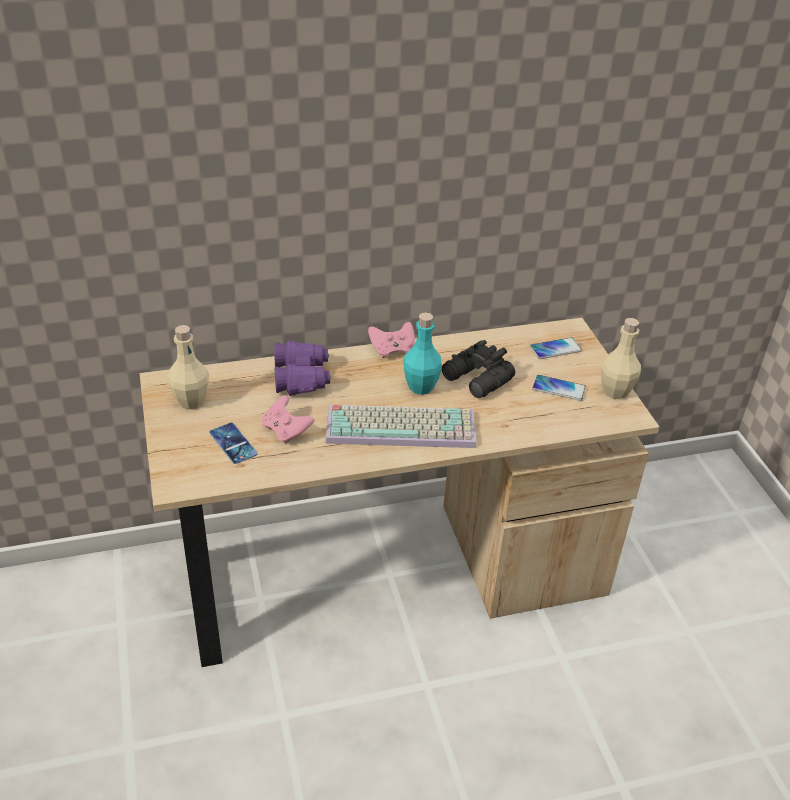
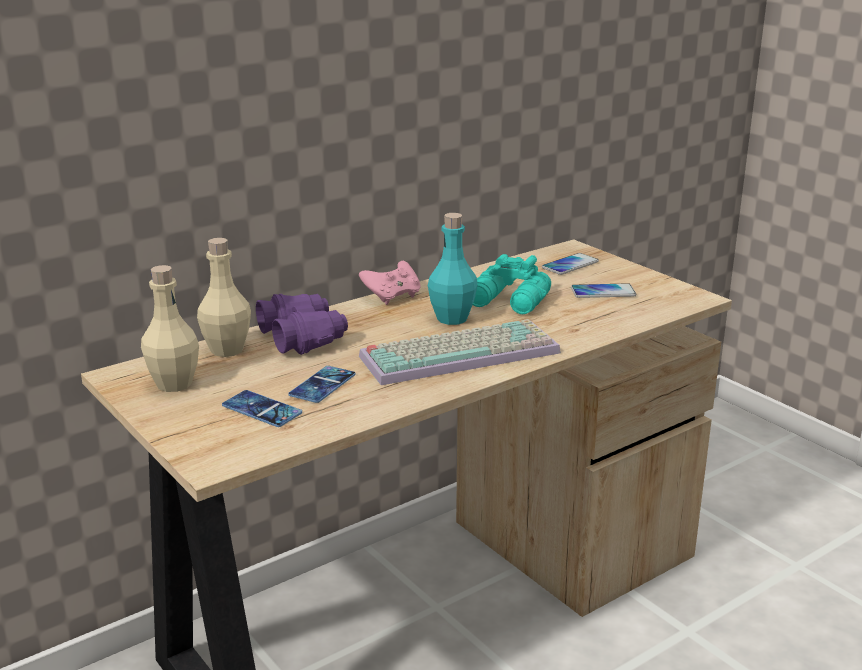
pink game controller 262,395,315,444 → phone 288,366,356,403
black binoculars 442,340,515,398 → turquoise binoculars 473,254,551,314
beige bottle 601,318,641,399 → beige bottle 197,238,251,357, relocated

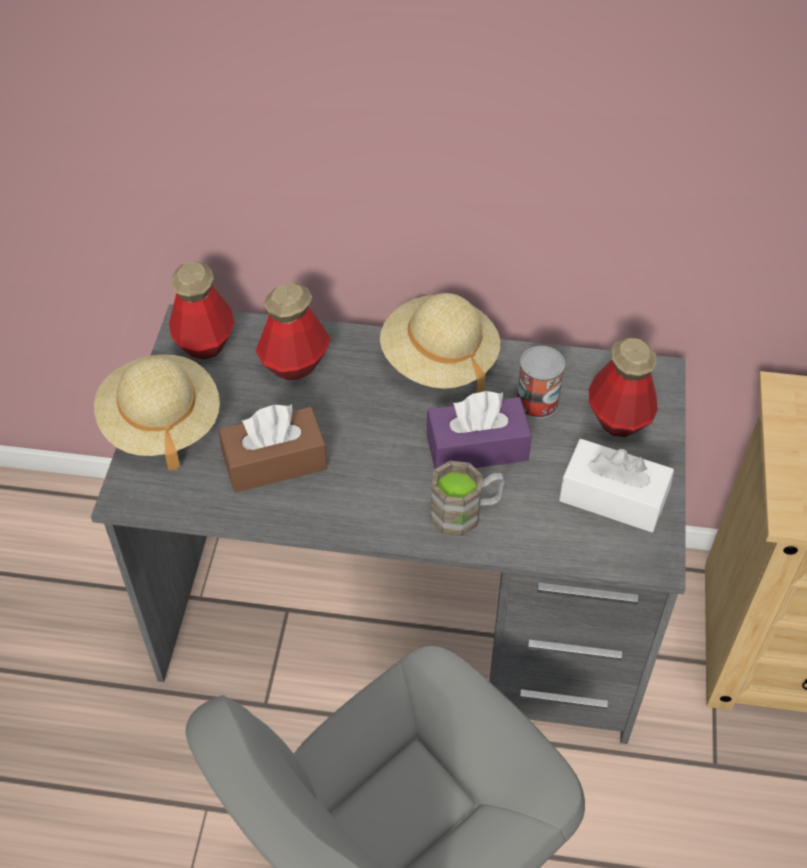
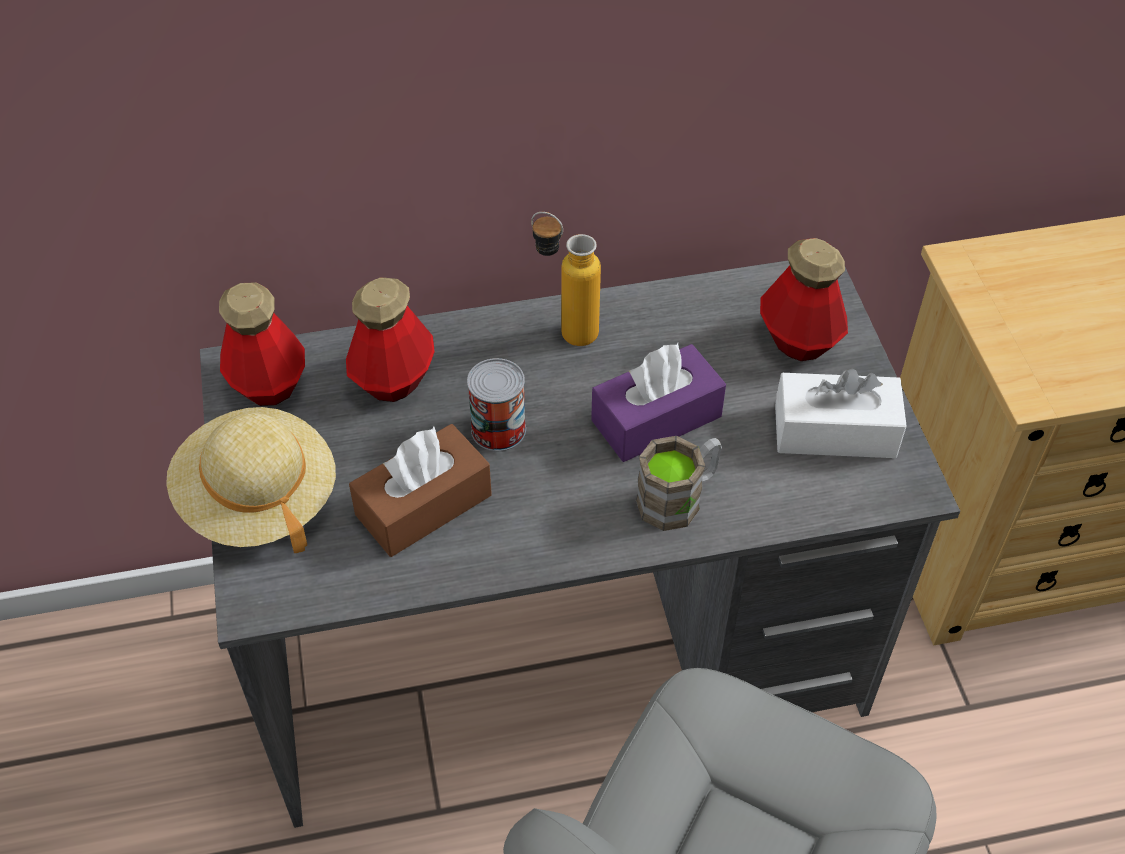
beige hat 380,293,500,393 → bottle 531,212,601,346
can 517,346,565,419 → can 467,358,526,451, relocated

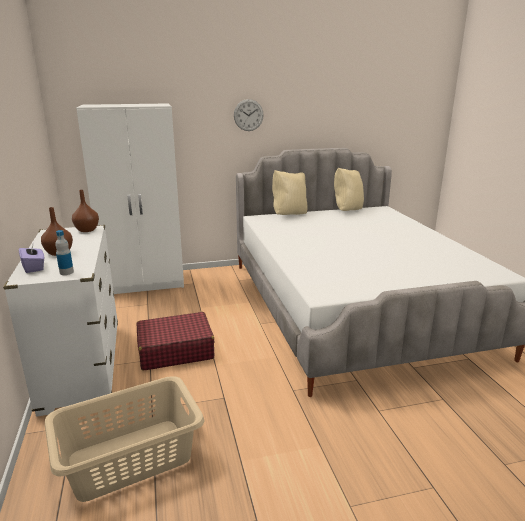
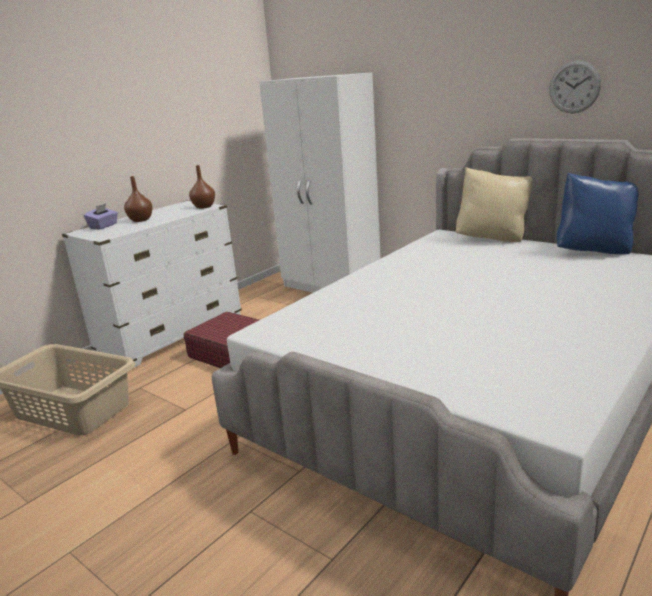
bottle 55,230,74,275 → -
wall clock 234,99,264,131 → wall clock 549,60,601,113, relocated
beige pillow 334,167,364,211 → blue pillow 557,173,639,254

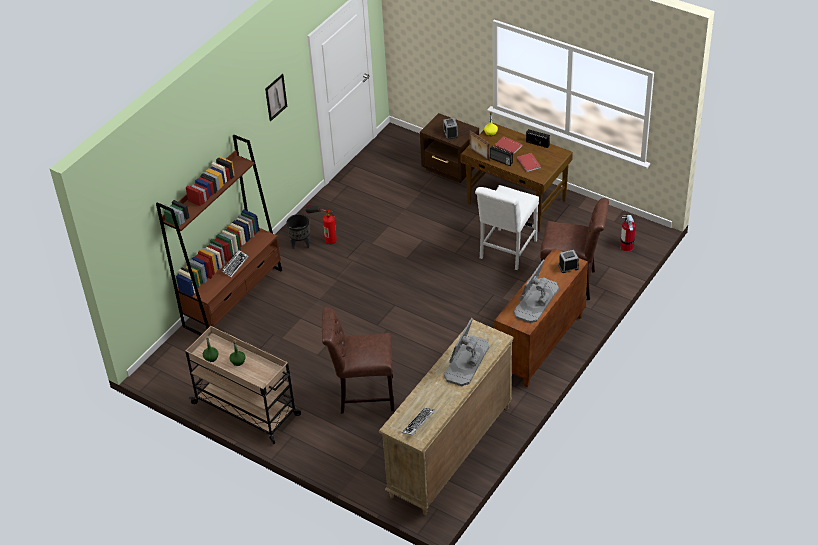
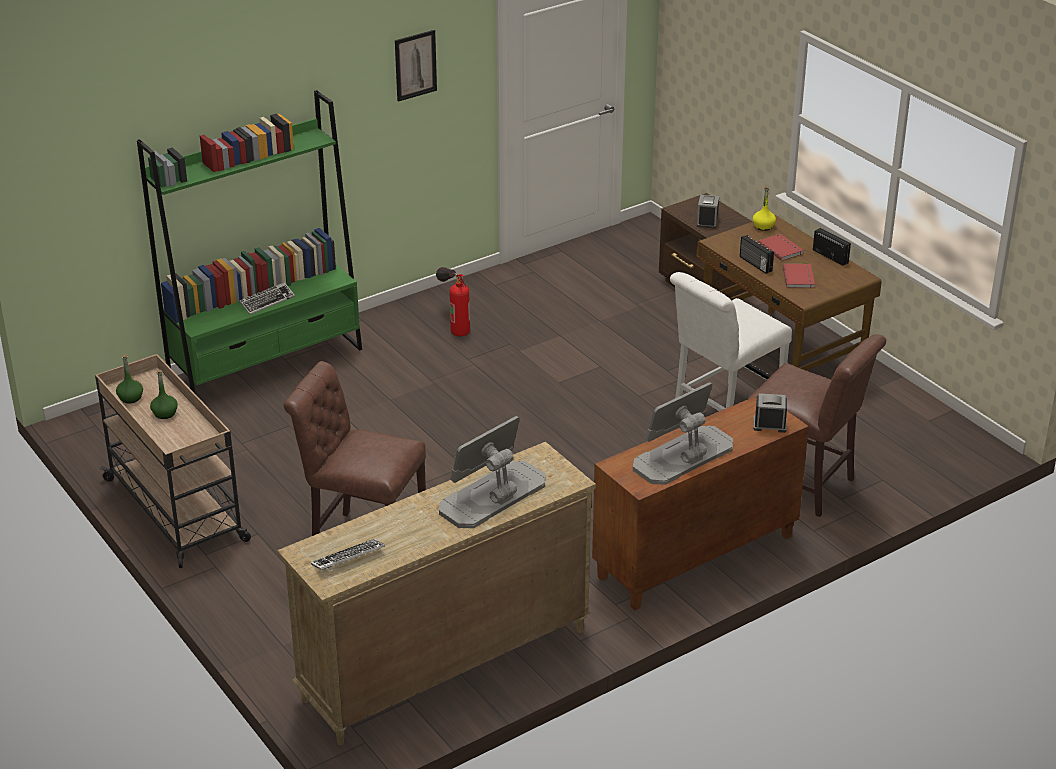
brown bookcase 156,135,282,336 → green bookcase 137,90,362,394
black planter 286,214,310,249 → -
picture frame 469,130,490,161 → -
fire extinguisher 620,215,636,252 → -

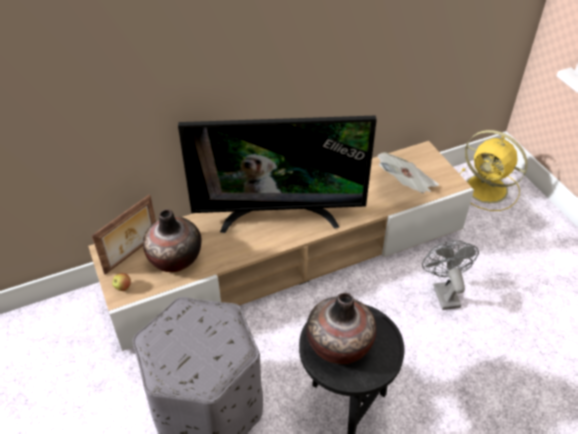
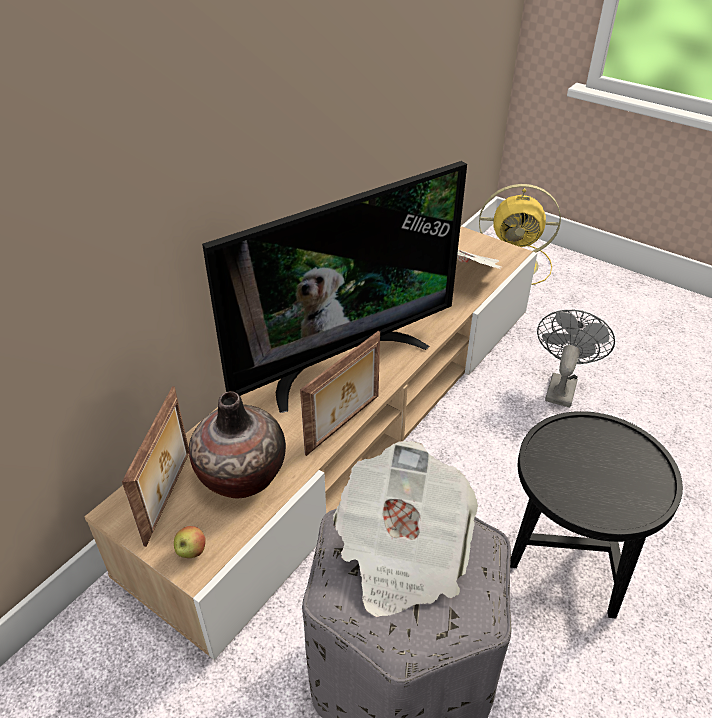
vase 306,293,376,364 → -
grey fan 422,240,479,310 → grey fan 537,309,615,407, 60 degrees clockwise
- → picture frame 300,331,380,456
- → newspaper 333,441,478,617

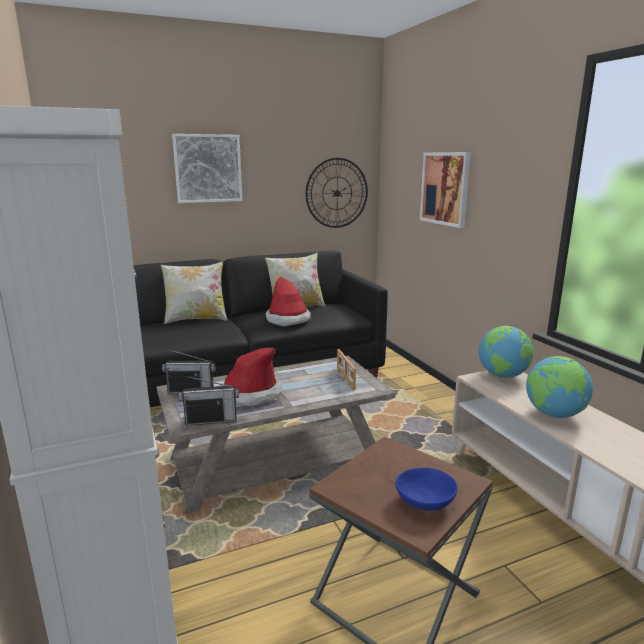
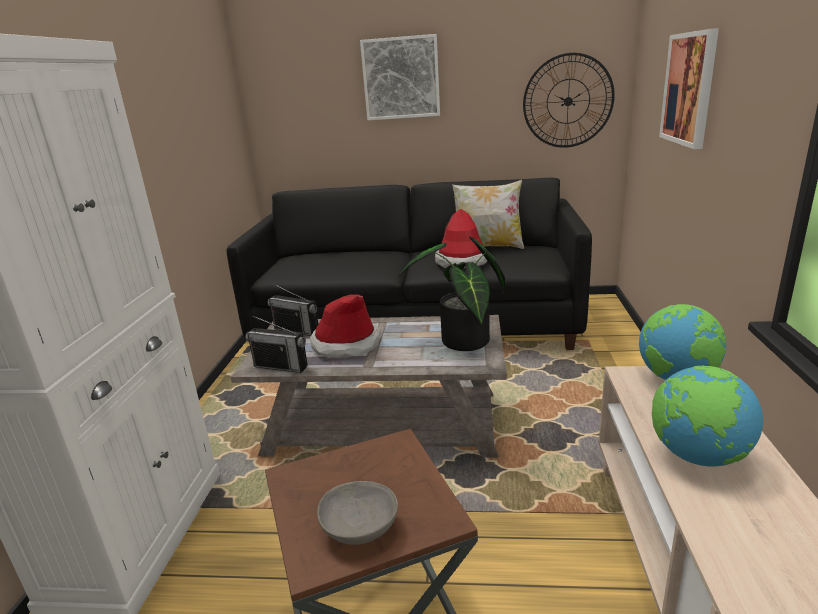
pillow 161,261,227,324 → -
picture frame 337,349,356,390 → potted plant 399,237,505,351
blue bowl 395,468,458,511 → grey bowl 317,481,398,545

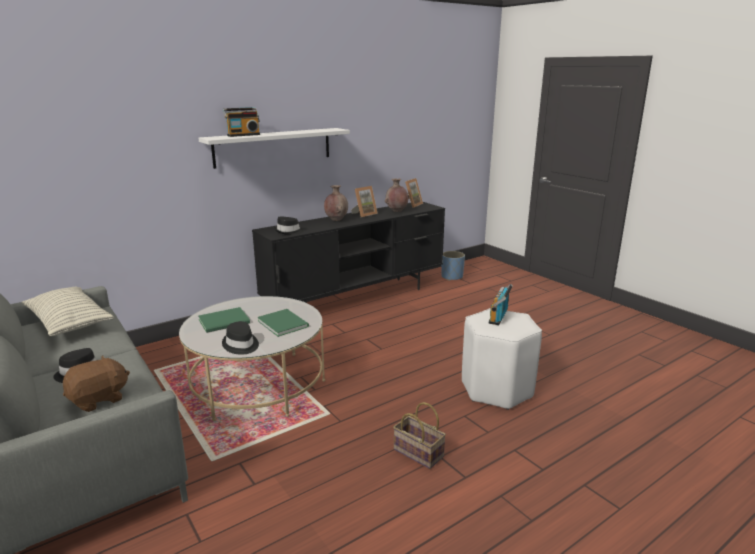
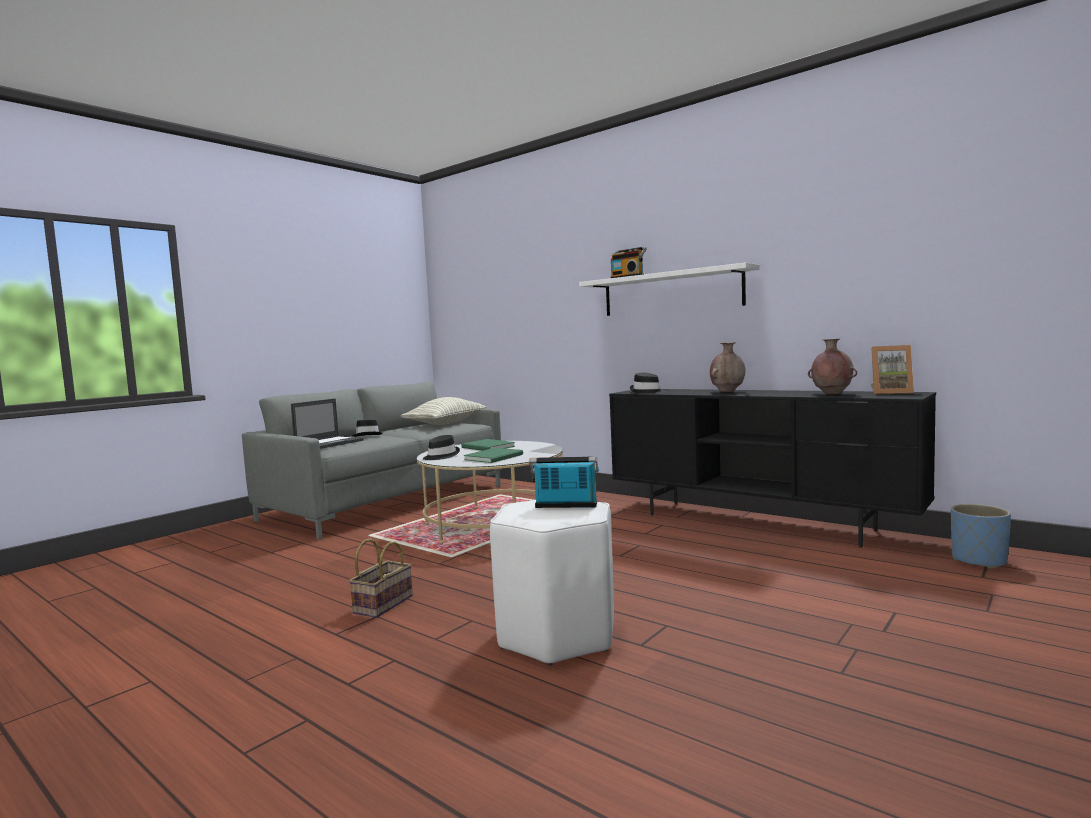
brown plush toy 63,355,130,412 → laptop 291,398,364,449
picture frame 351,186,378,217 → -

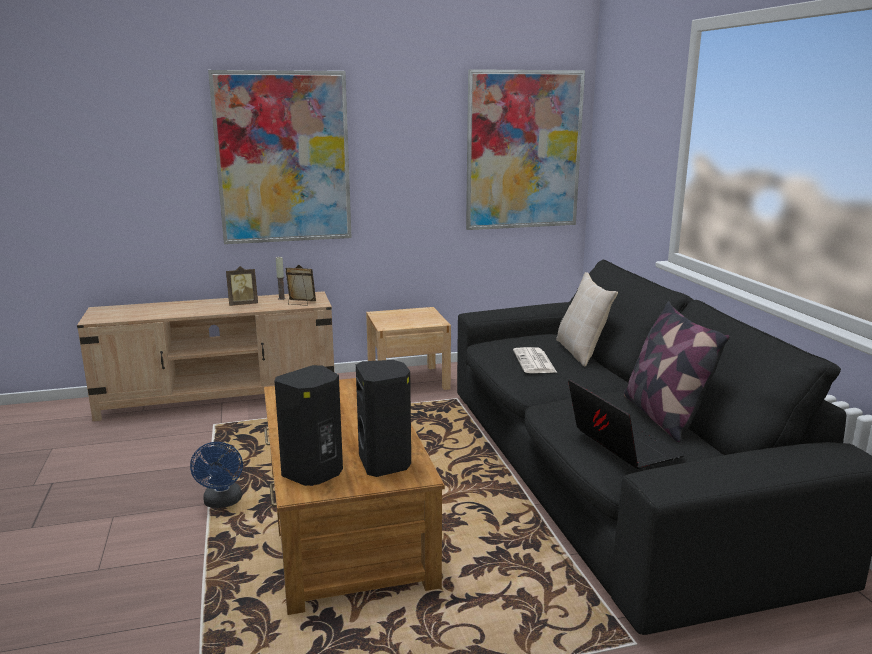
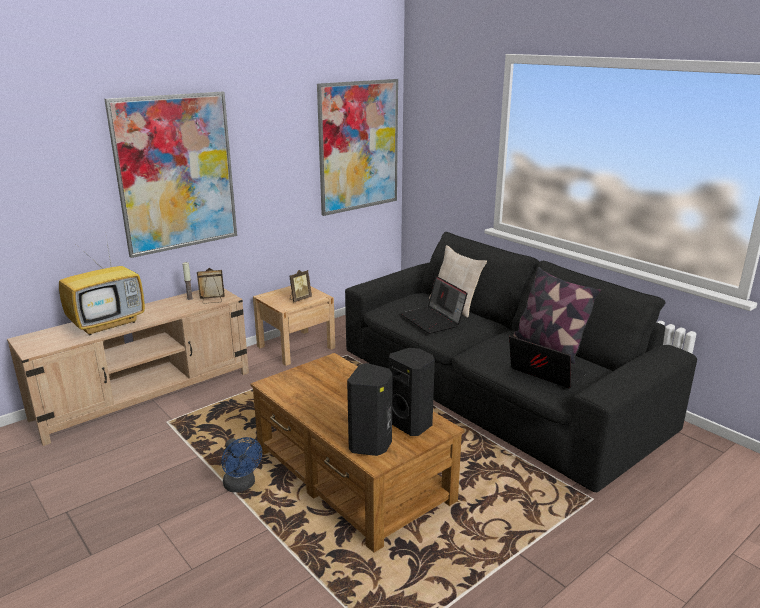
picture frame 226,266,258,306 → picture frame 289,270,312,302, relocated
newspaper 513,347,557,373 → laptop 400,276,468,334
- → television 59,232,145,335

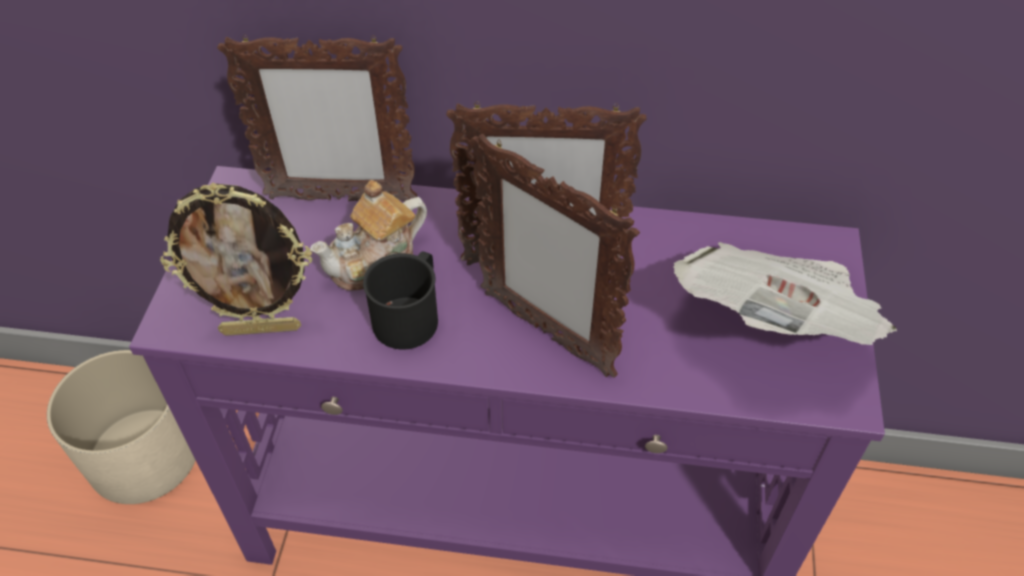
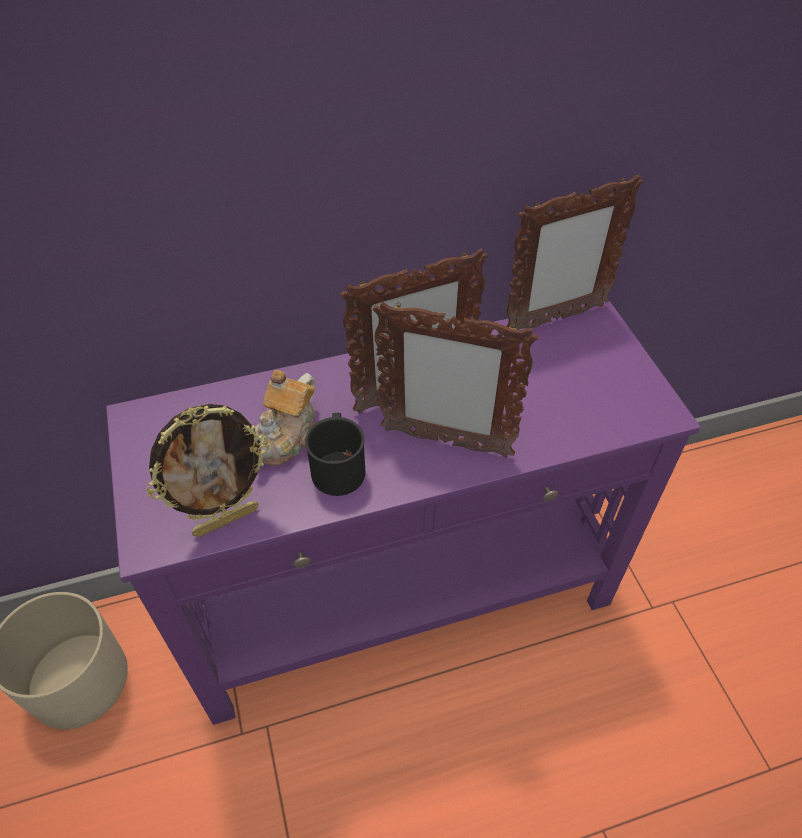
picture frame 217,34,417,201 → picture frame 506,175,643,330, relocated
newspaper 674,242,897,345 → -

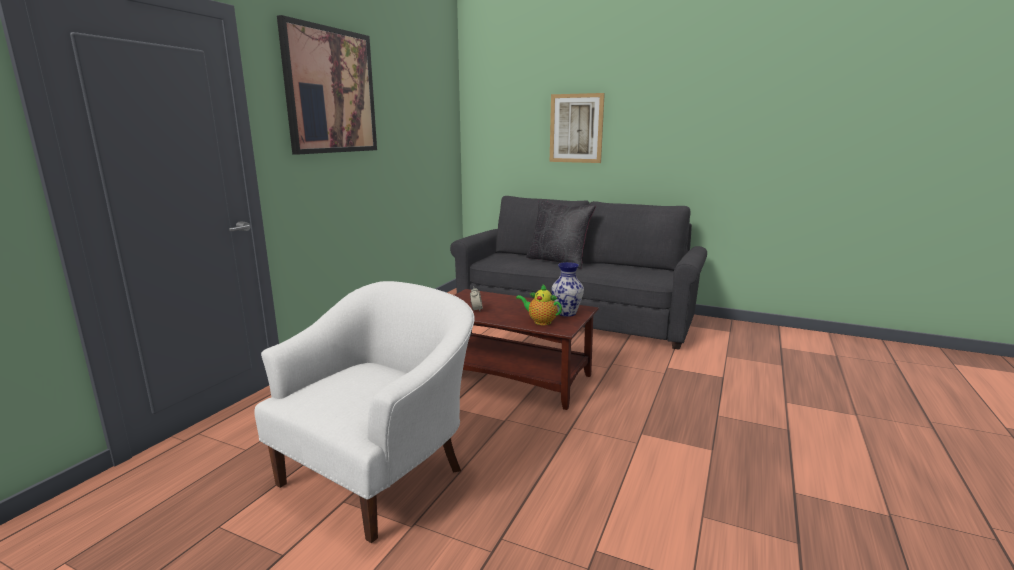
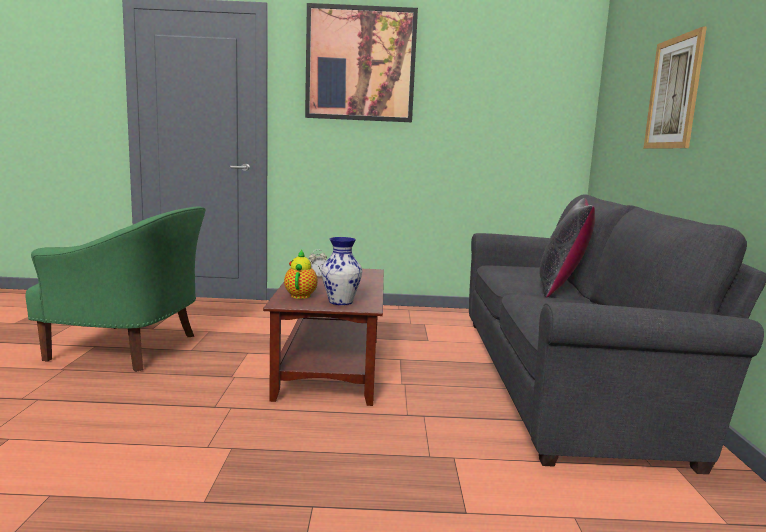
white armchair 254,281,474,543 → green armchair 25,206,206,372

